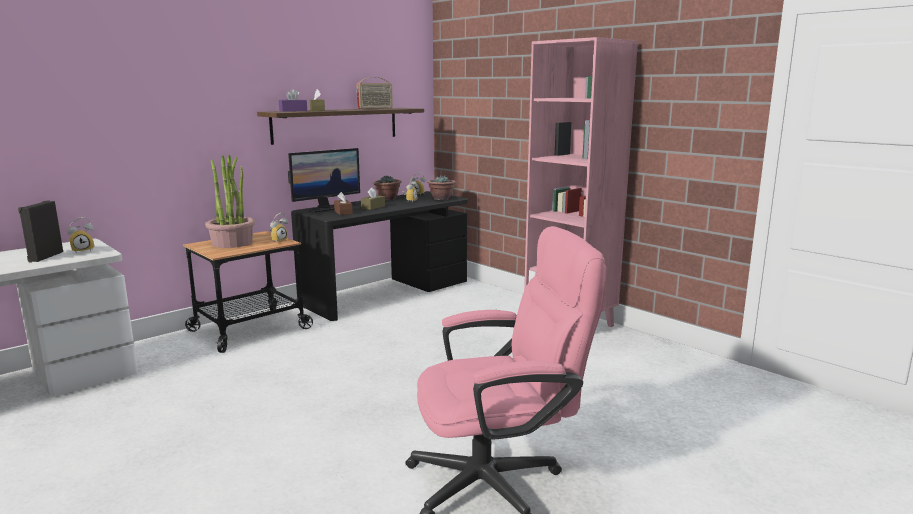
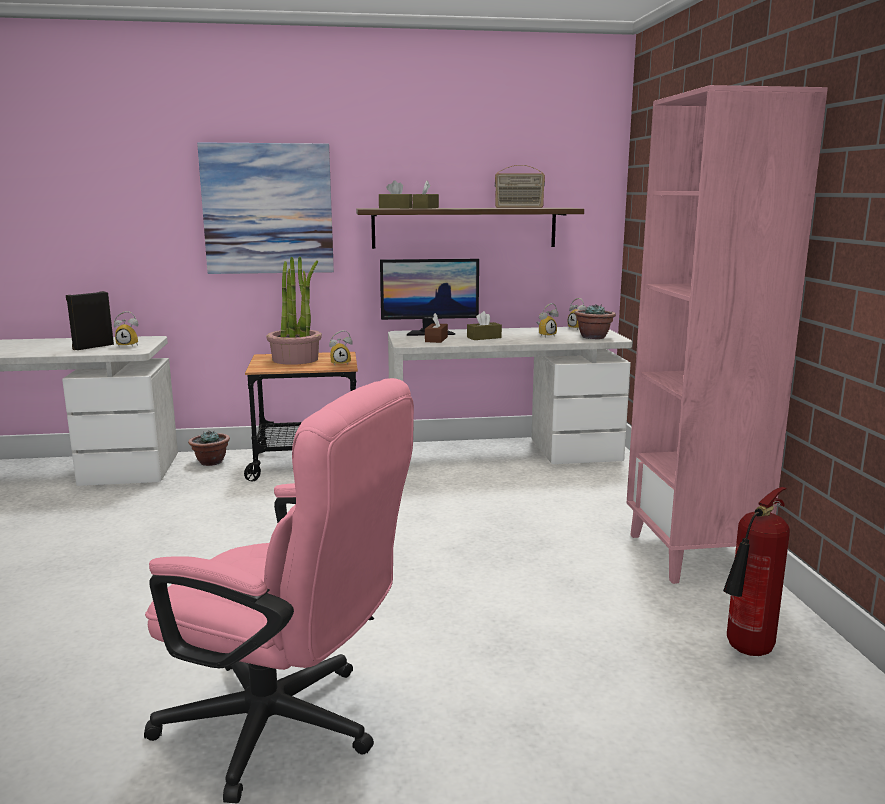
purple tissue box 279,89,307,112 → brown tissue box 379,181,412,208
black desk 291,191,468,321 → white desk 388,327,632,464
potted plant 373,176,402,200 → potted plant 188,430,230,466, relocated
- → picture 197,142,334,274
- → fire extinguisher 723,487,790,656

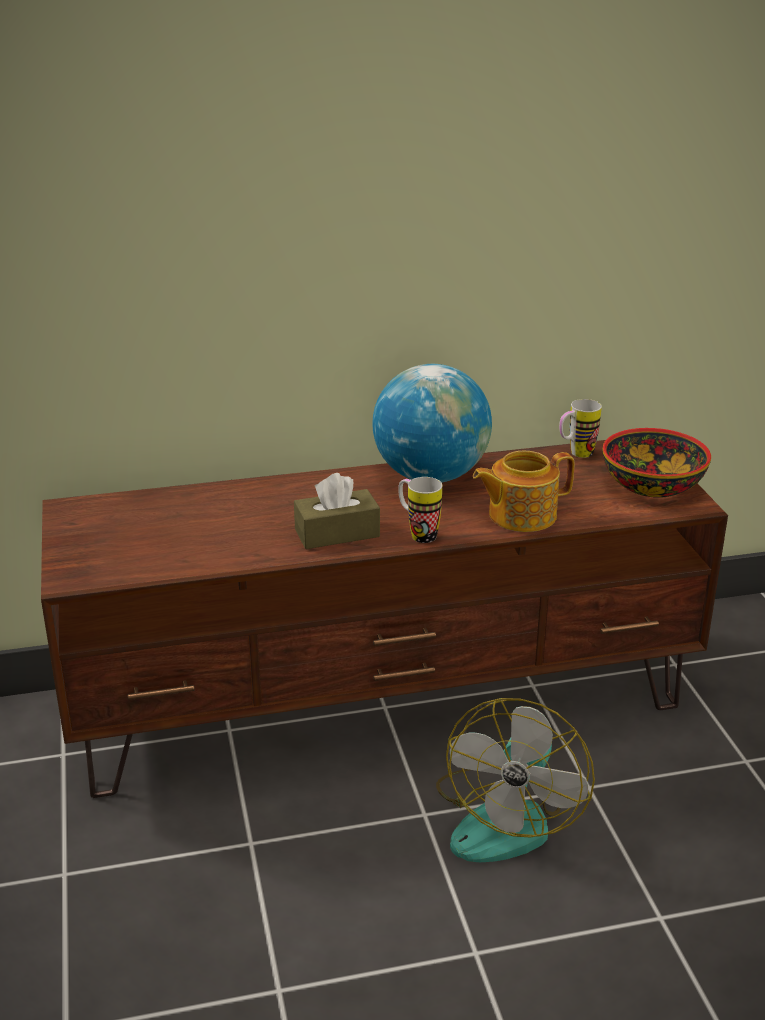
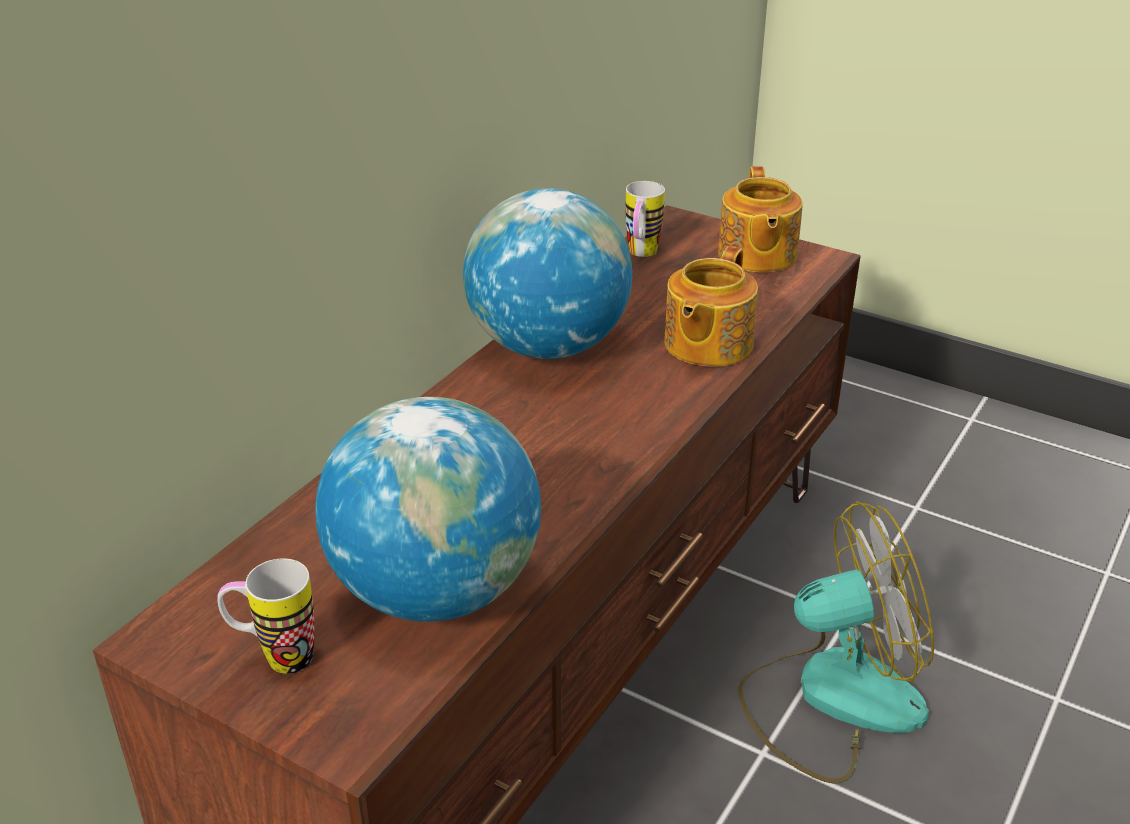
brown tissue box 294,473,380,549 → -
mug 398,477,442,543 → mug 217,558,315,674, relocated
fan 436,698,595,862 → fan 738,501,934,784, 75 degrees counterclockwise
bowl 603,428,711,498 → teapot 718,166,803,272
- → globe 315,397,541,622

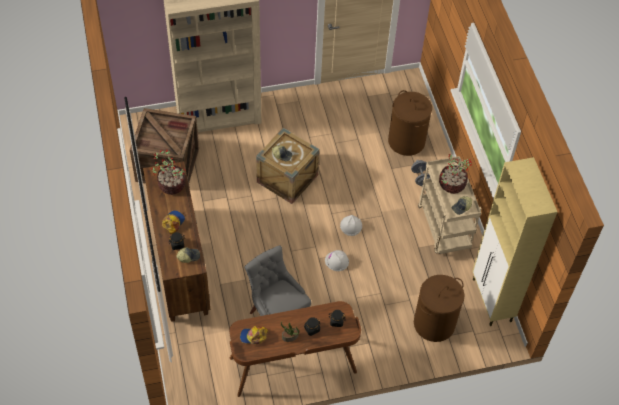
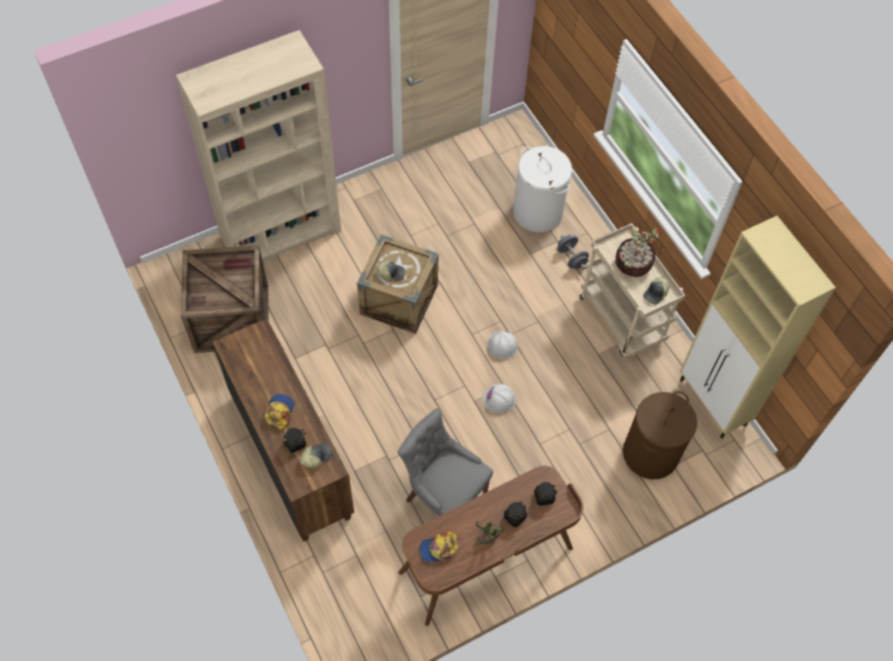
potted plant 151,150,185,195 → -
brown laundry basket 388,90,432,156 → white laundry basket 513,146,572,232

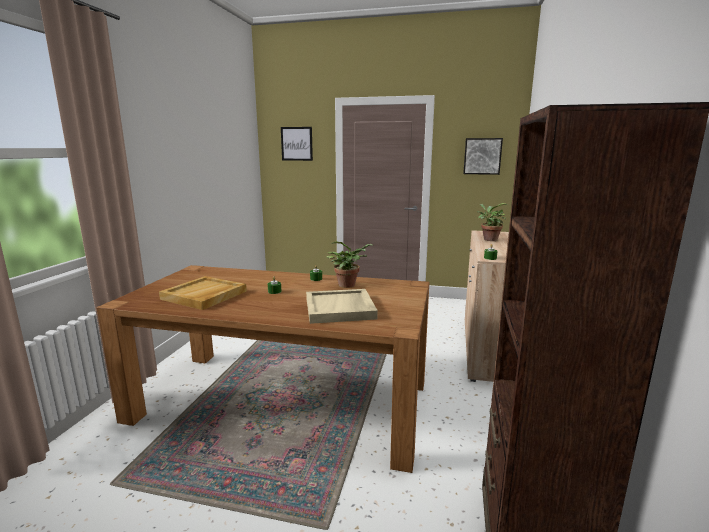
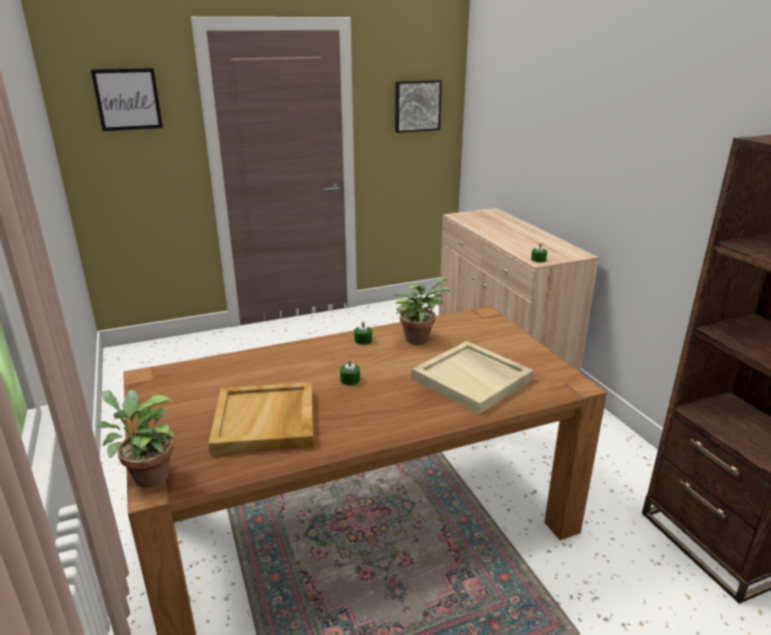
potted plant 477,203,508,241 → potted plant 96,390,175,487, relocated

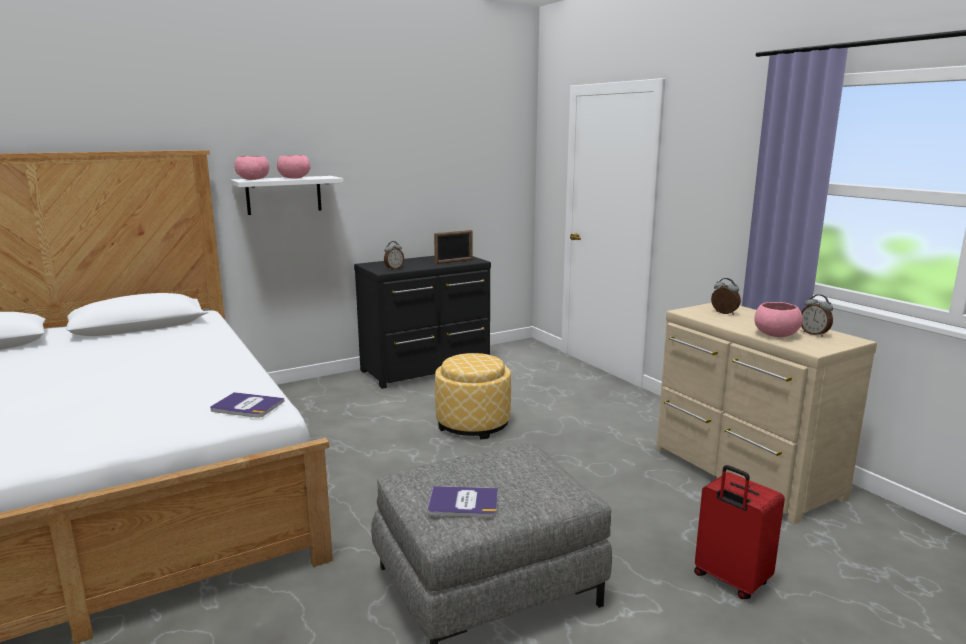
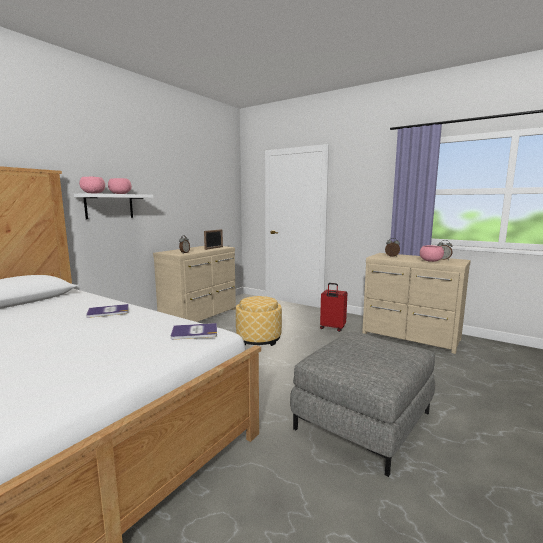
black dresser 354,256,491,389 → beige dresser 153,246,236,322
book 428,486,498,518 → book 86,304,129,318, relocated
red suitcase 694,465,785,599 → red suitcase 320,283,347,332, relocated

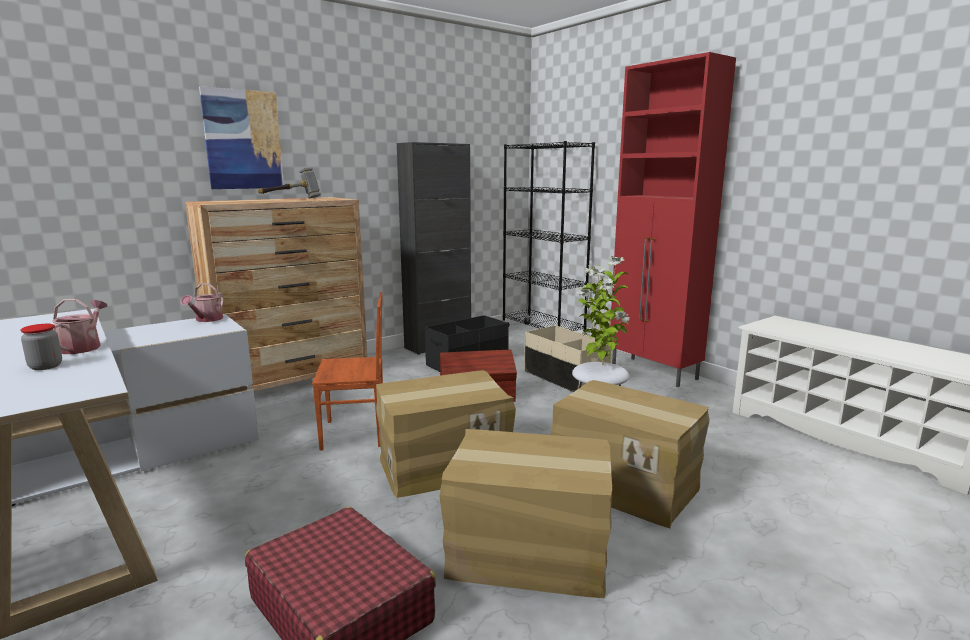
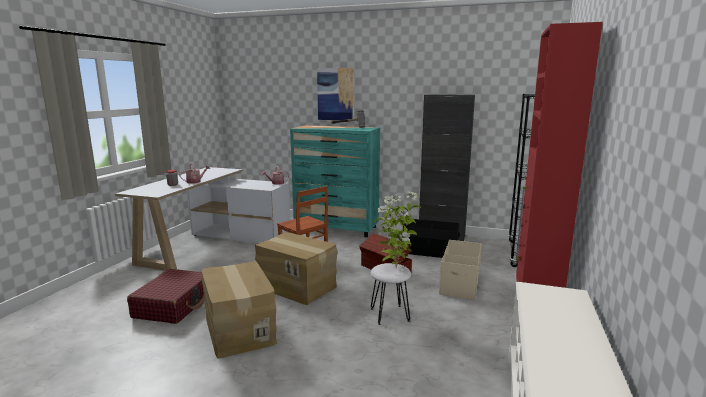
brown dresser 185,197,367,391 → turquoise dresser 290,125,380,237
cardboard box 551,380,710,528 → -

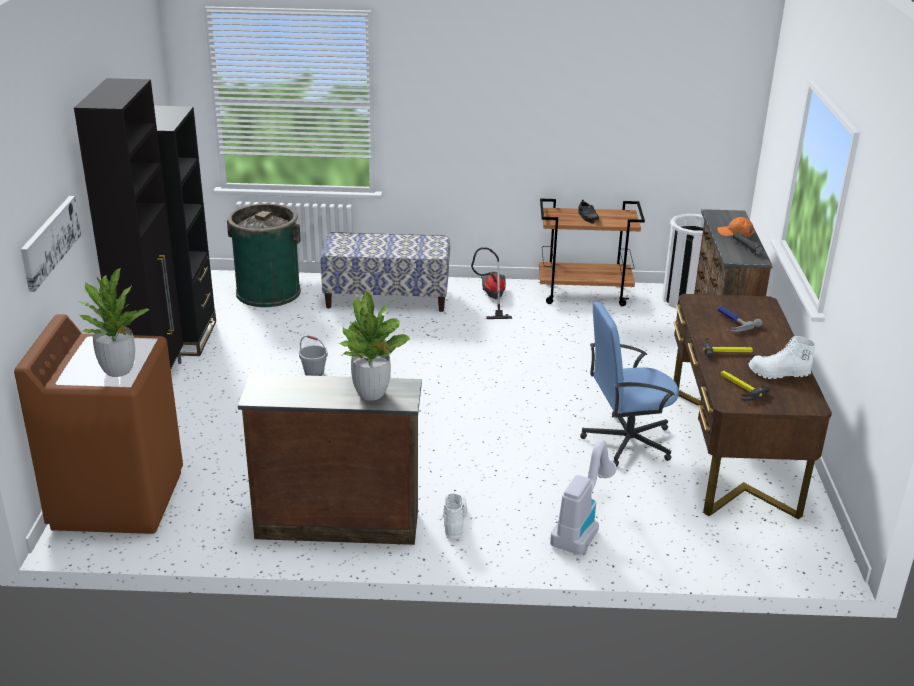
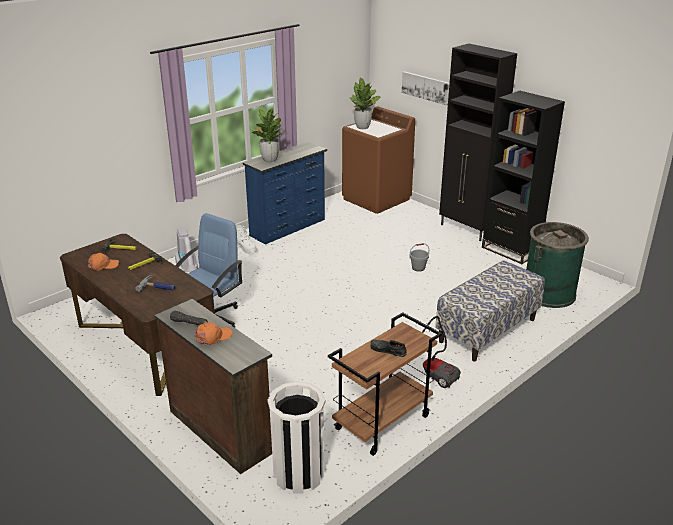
brown dresser 238,374,422,545 → blue dresser 243,142,327,245
white boot 748,336,816,379 → orange cap 88,253,119,271

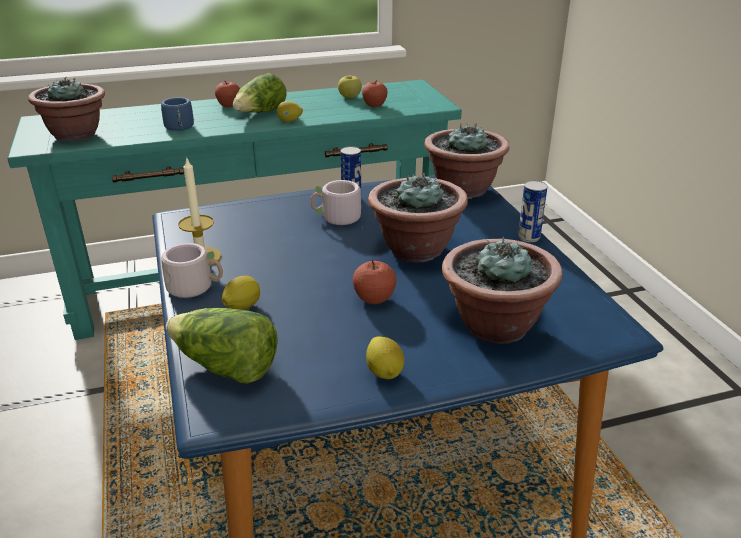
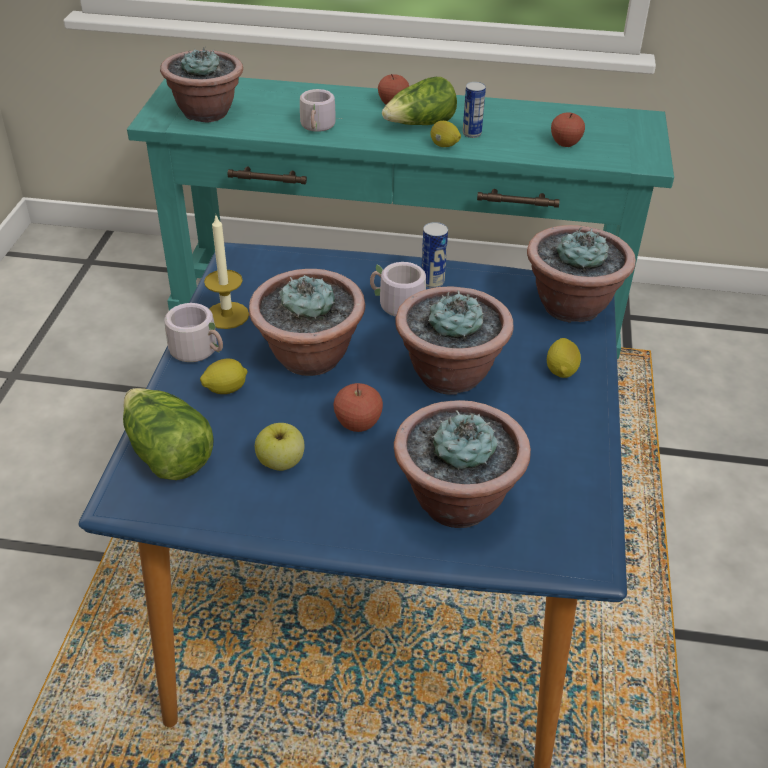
blue mug 161,97,194,131 → grey mug 300,89,343,132
apple 338,76,362,98 → apple 255,423,305,471, relocated
lemon 366,336,404,379 → lemon 547,338,581,378, relocated
can 518,181,548,242 → can 462,82,486,138, relocated
- → potted plant 249,269,365,376

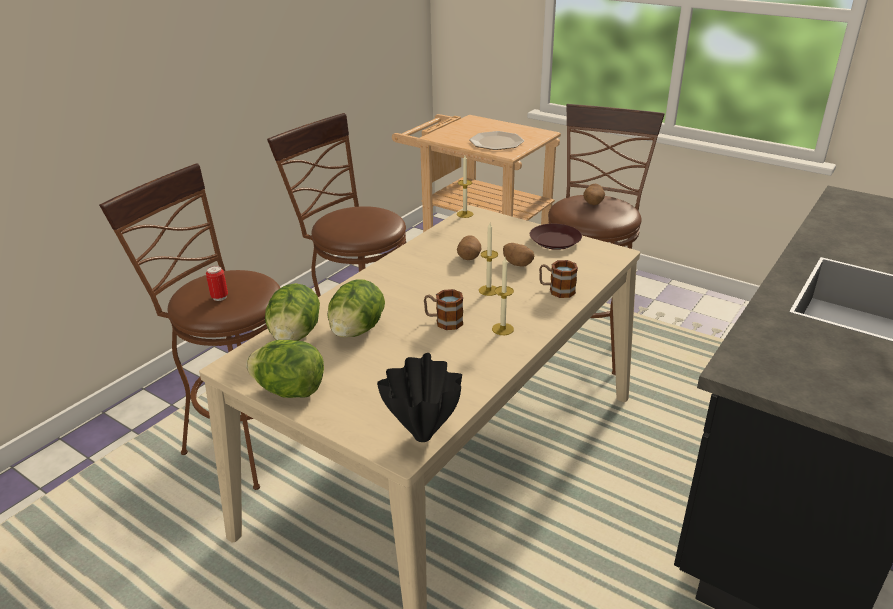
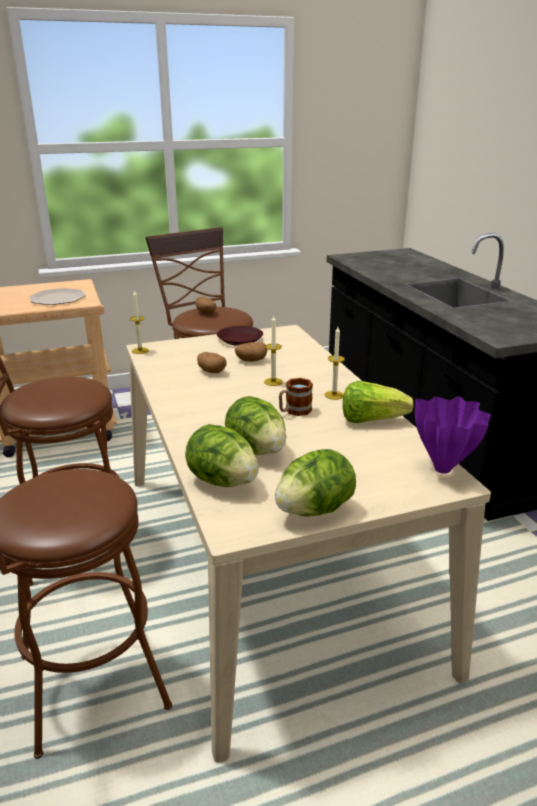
can 206,266,228,301 → -
black vase 377,353,462,442 → purple vase 415,397,491,473
mug 539,260,578,298 → -
- → lettuce 343,381,414,423

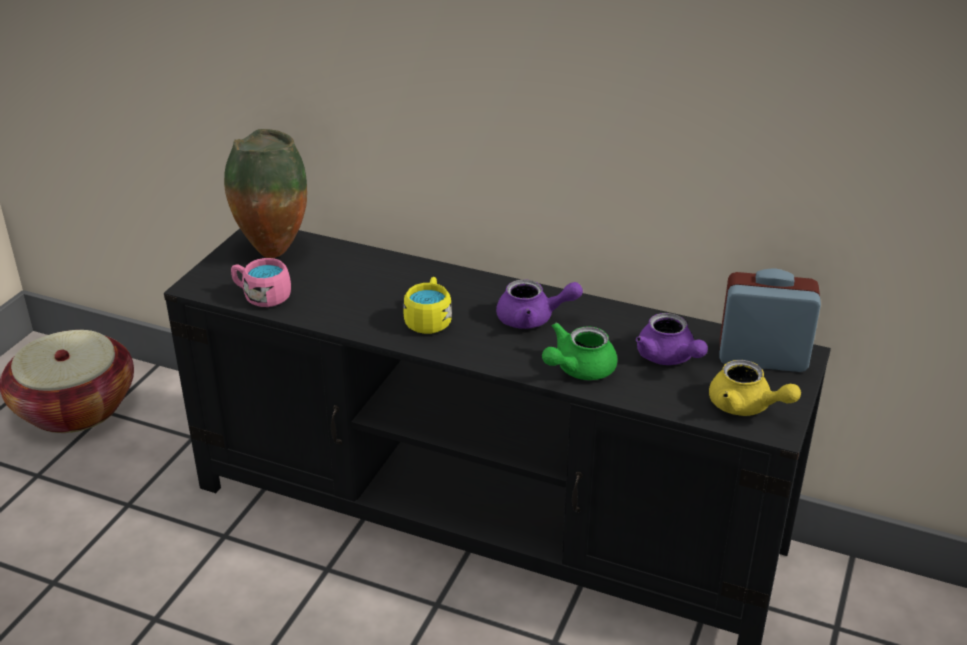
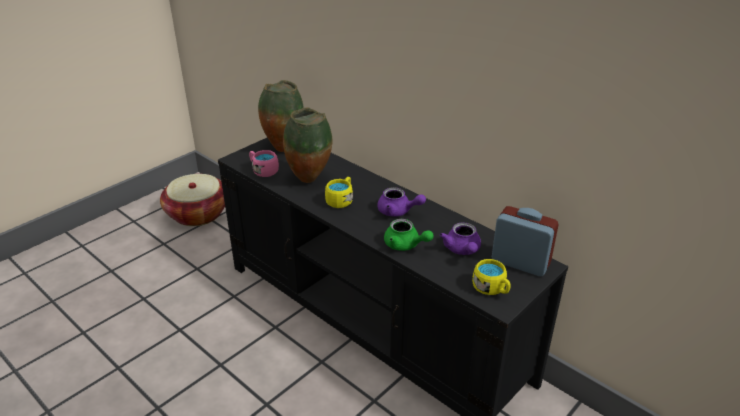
green teapot 542,323,618,380 → green teapot 384,219,434,251, 120 degrees counterclockwise
yellow teapot 709,360,801,416 → yellow mug 472,259,511,295
- → vase 283,107,332,183

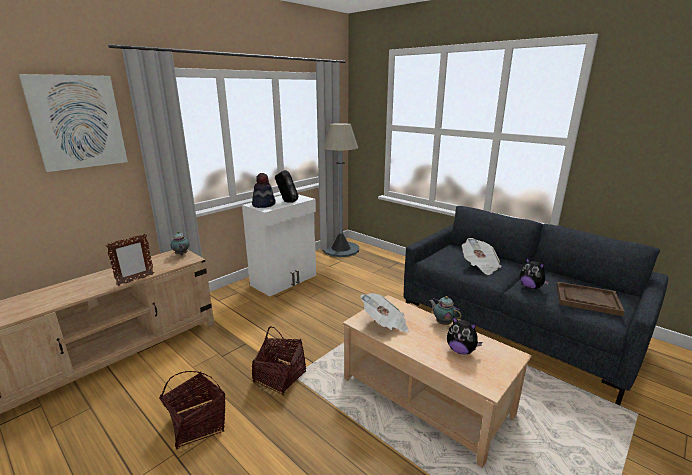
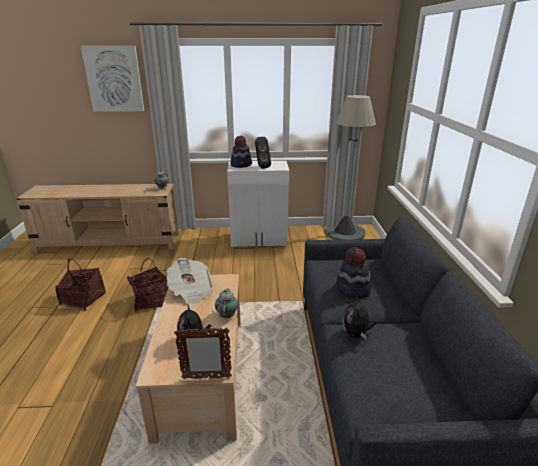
picture frame 106,234,154,286 → picture frame 174,327,232,379, relocated
newspaper 462,238,502,275 → hat 336,247,371,298
brown tray 557,282,625,316 → -

